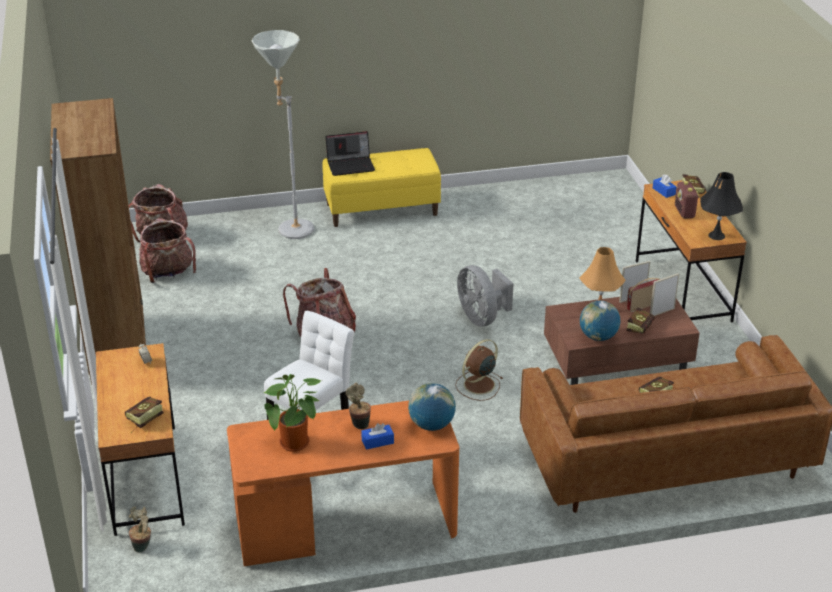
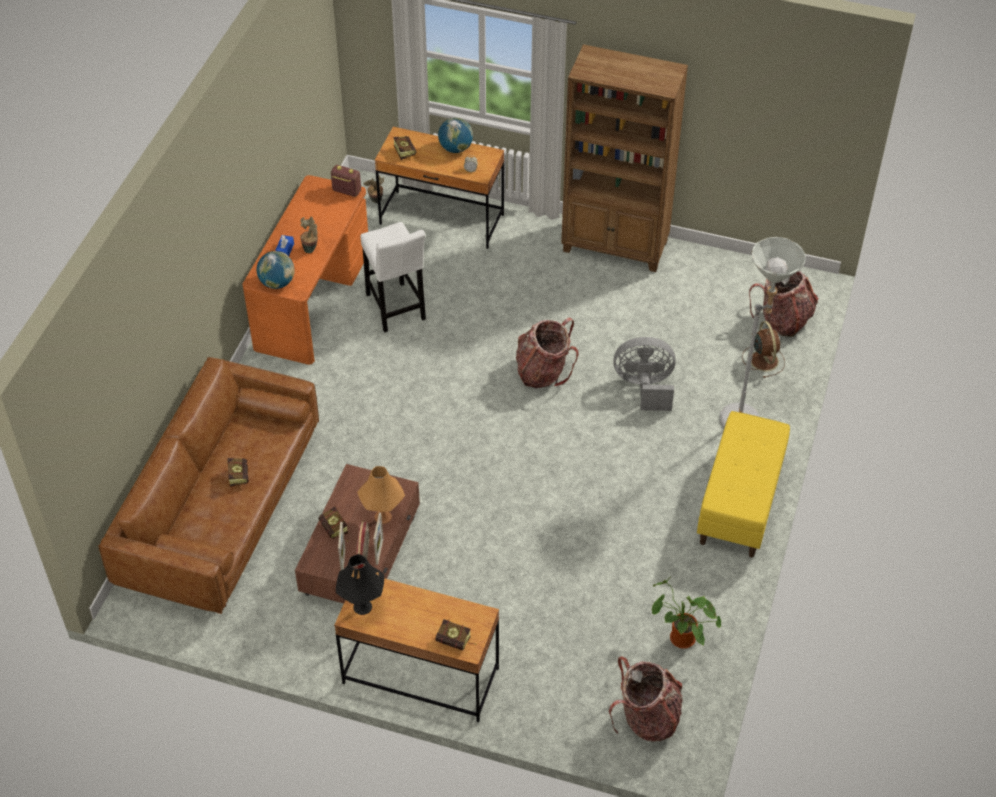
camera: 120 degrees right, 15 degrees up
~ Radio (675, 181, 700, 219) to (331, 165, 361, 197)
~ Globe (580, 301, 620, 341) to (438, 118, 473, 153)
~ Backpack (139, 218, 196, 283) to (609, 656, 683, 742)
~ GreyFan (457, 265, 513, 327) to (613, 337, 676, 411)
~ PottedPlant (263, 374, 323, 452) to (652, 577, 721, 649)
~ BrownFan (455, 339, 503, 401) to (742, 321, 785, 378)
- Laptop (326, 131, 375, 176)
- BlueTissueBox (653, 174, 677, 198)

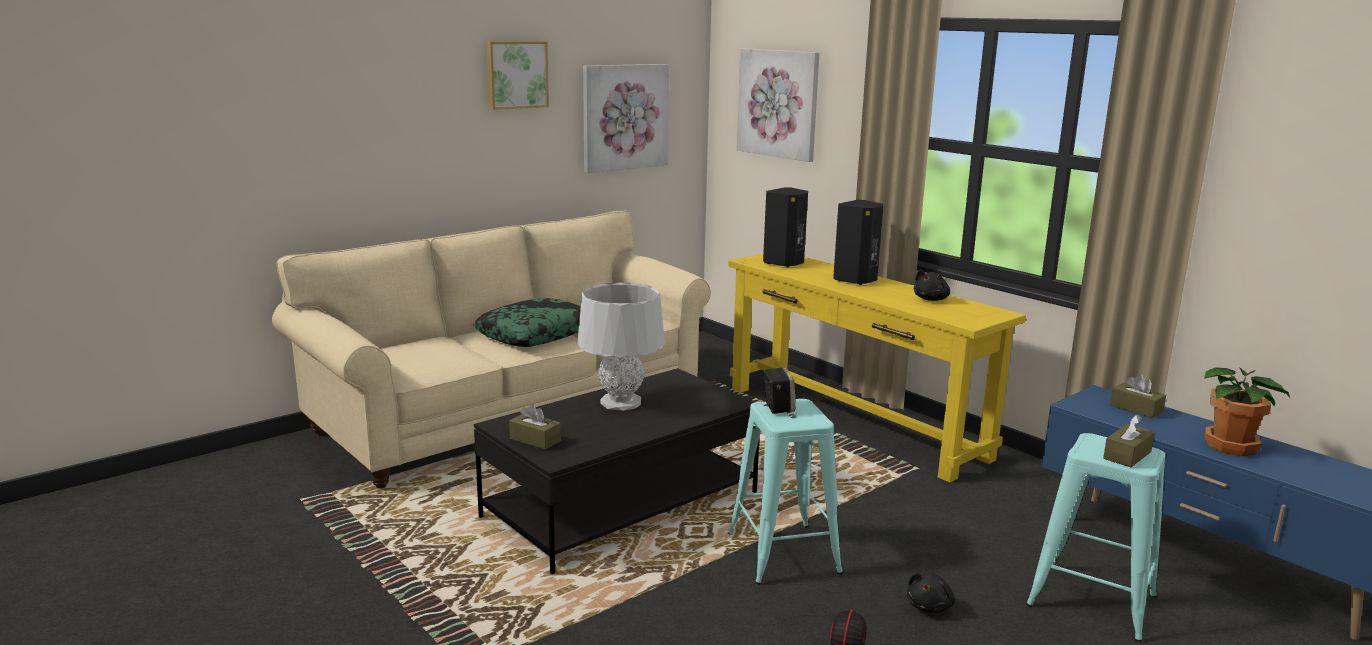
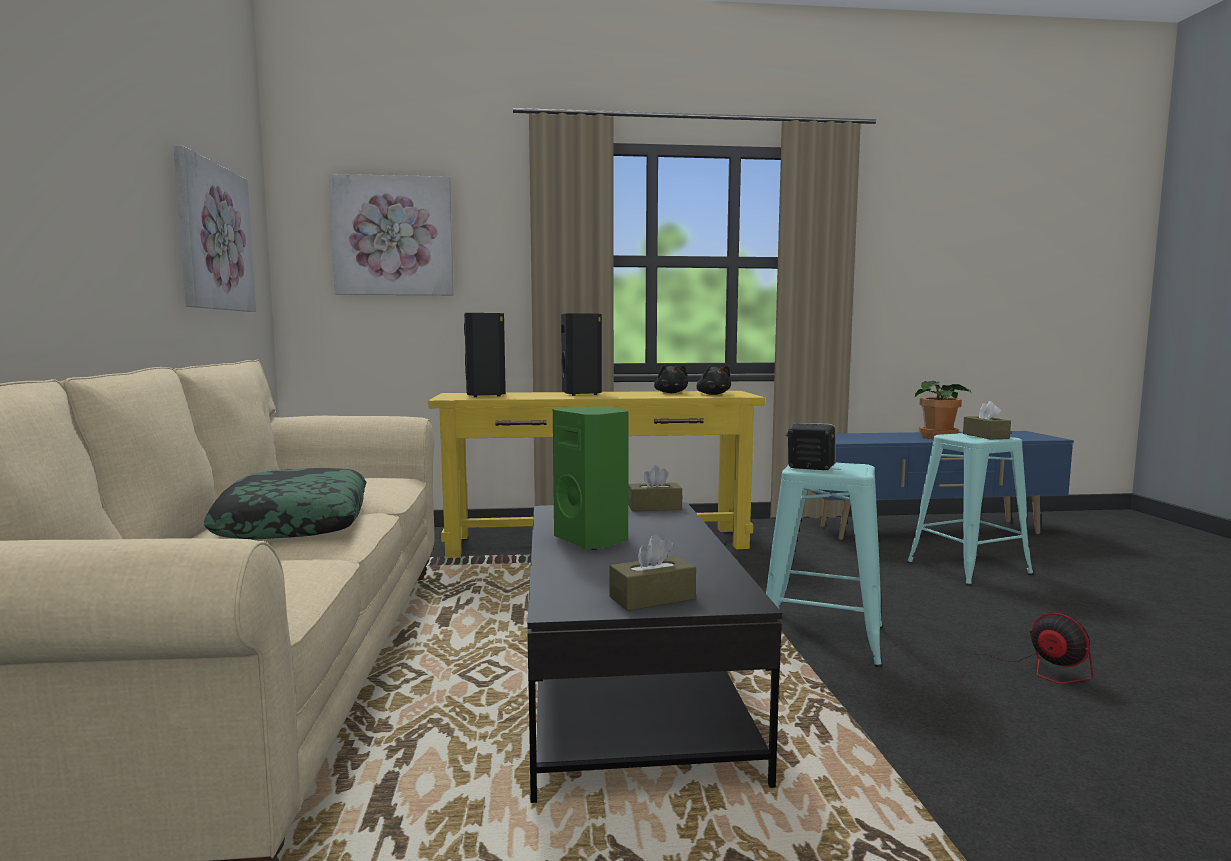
camera: 55 degrees left, 10 degrees down
~ GreyTableLamp (578, 282, 665, 411) to GreenSpeaker (553, 406, 629, 550)
~ BrownTissueBox (1110, 374, 1166, 418) to (628, 465, 682, 511)
~ BlackPlushToy (907, 573, 955, 613) to (697, 365, 731, 395)
- Picture (486, 41, 549, 110)

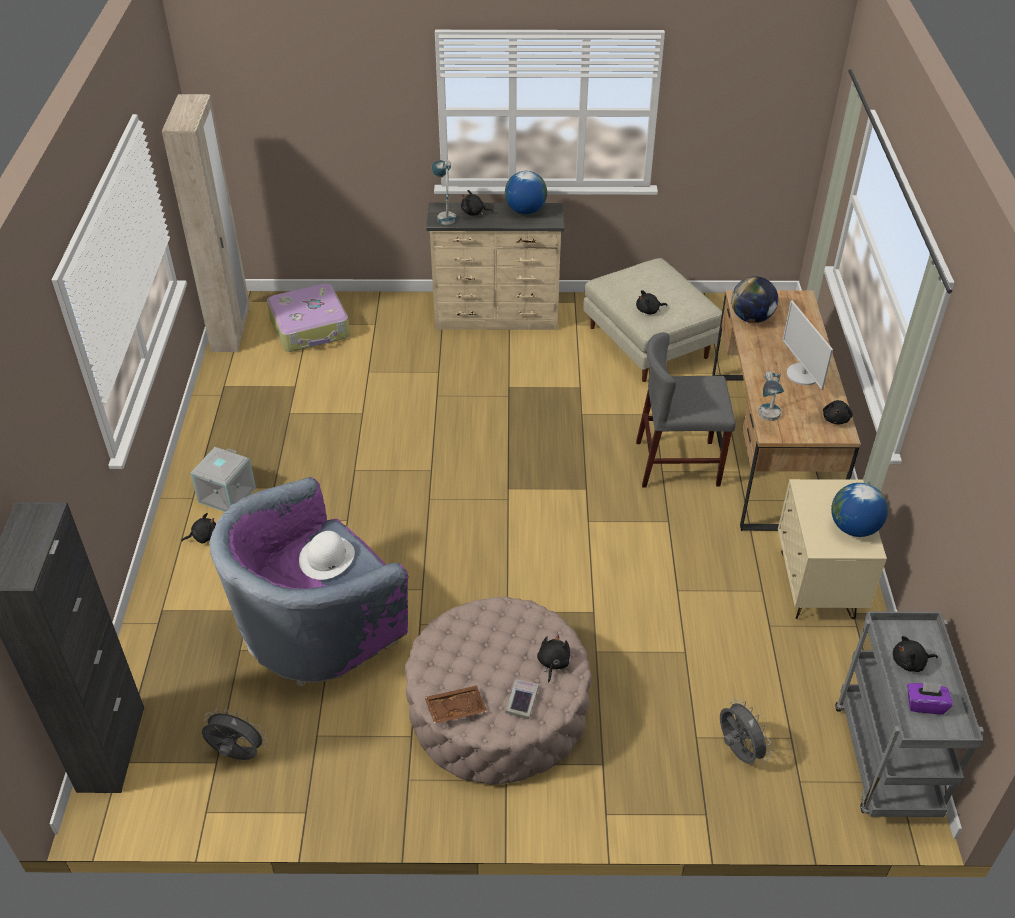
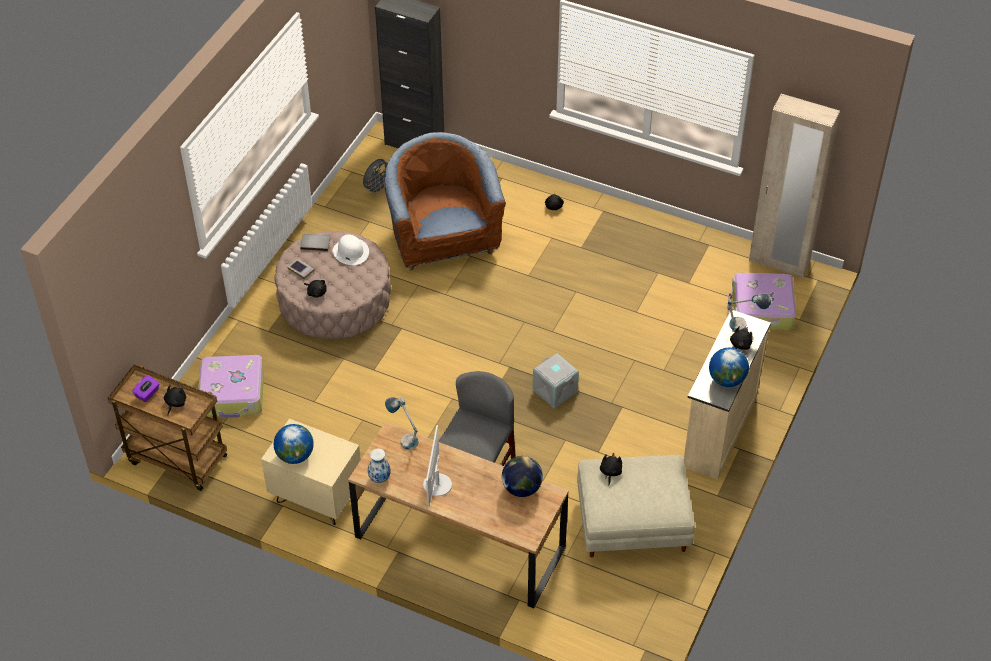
camera: 115 degrees right, 5 degrees up
~ GreyCart (835, 612, 984, 817) to BrownCart (108, 365, 227, 491)
~ GreyFan (720, 699, 771, 764) to Suitcase (198, 355, 264, 418)
~ BrownTray (425, 685, 487, 724) to GreyBook (300, 234, 331, 251)
~ WhiteHat (299, 531, 355, 580) to (332, 234, 369, 265)
~ BlackPlushToy (823, 400, 853, 424) to Vase (368, 448, 391, 483)
~ PurpleArmchair (209, 477, 409, 687) to BrownArmchair (384, 132, 506, 271)
~ Monitor (783, 301, 833, 390) = (423, 425, 452, 506) 90 degrees counterclockwise
~ GreyStorageBox (191, 447, 256, 512) to (533, 353, 579, 408)

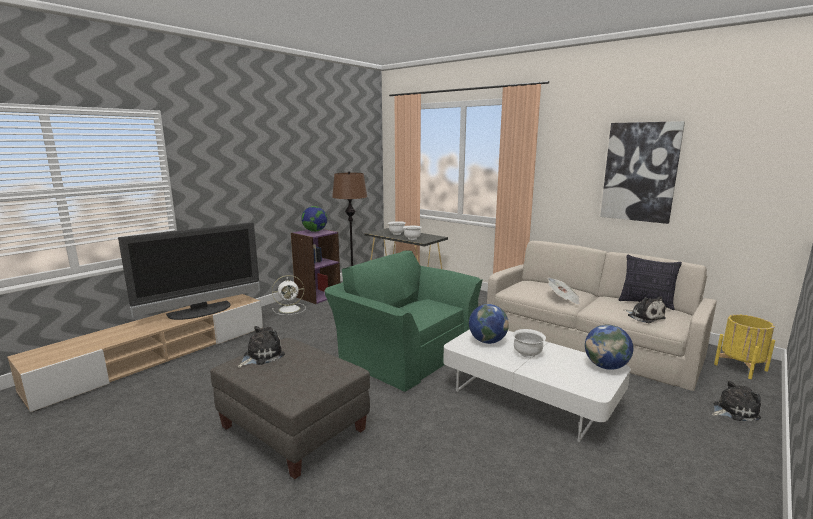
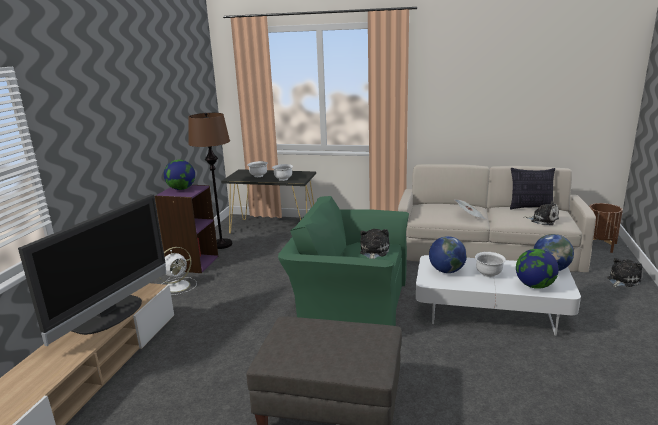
camera: 25 degrees left, 5 degrees up
~ PlushToy (237, 326, 285, 368) to (360, 229, 389, 259)
+ Globe (516, 249, 559, 289)
~ YellowPlanter (714, 314, 775, 379) to BrownPlanter (589, 203, 623, 253)
- Picture (600, 121, 685, 224)

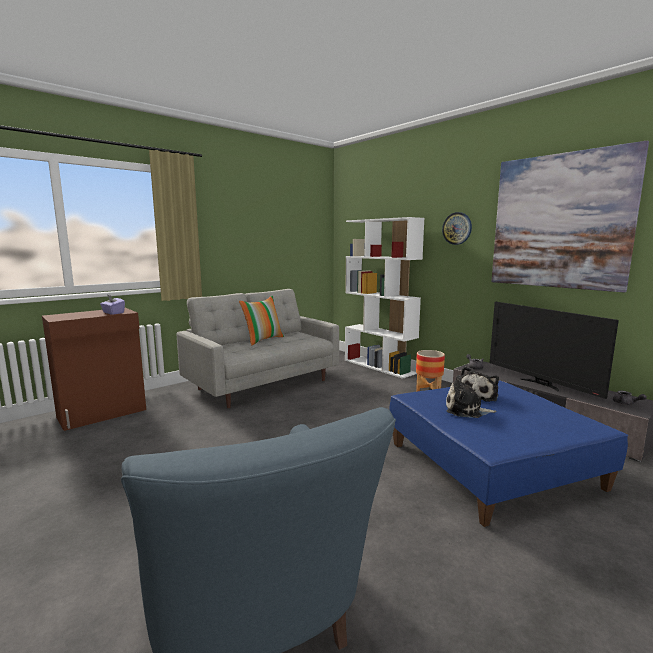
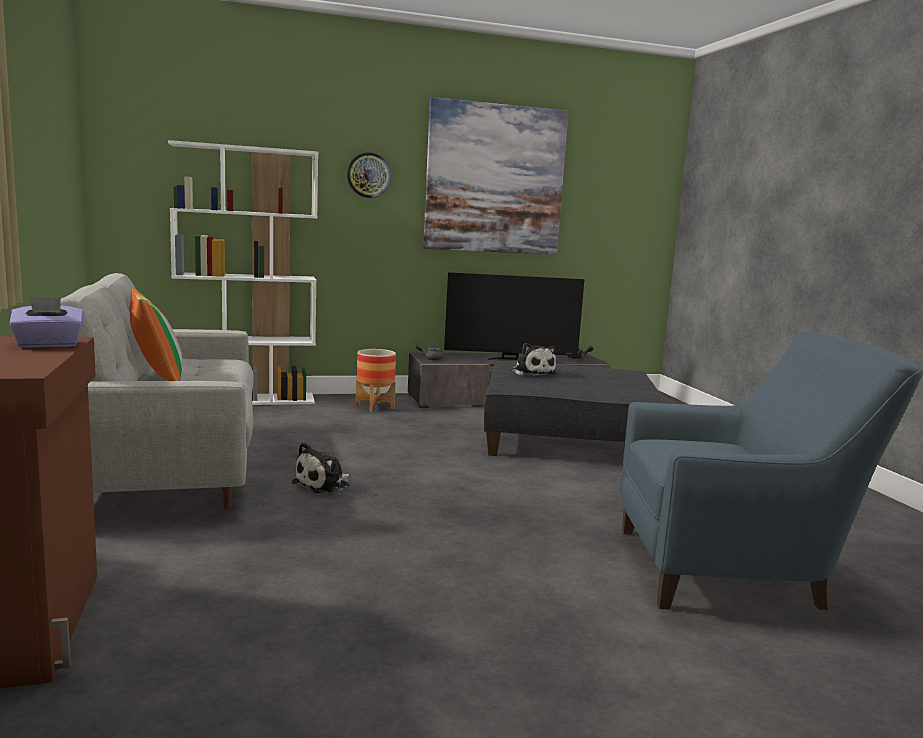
camera: 65 degrees left, 0 degrees up
~ PlushToy (446, 375, 497, 418) to (292, 442, 350, 493)
~ BlueOttoman (389, 380, 628, 527) to GreyOttoman (484, 361, 668, 456)

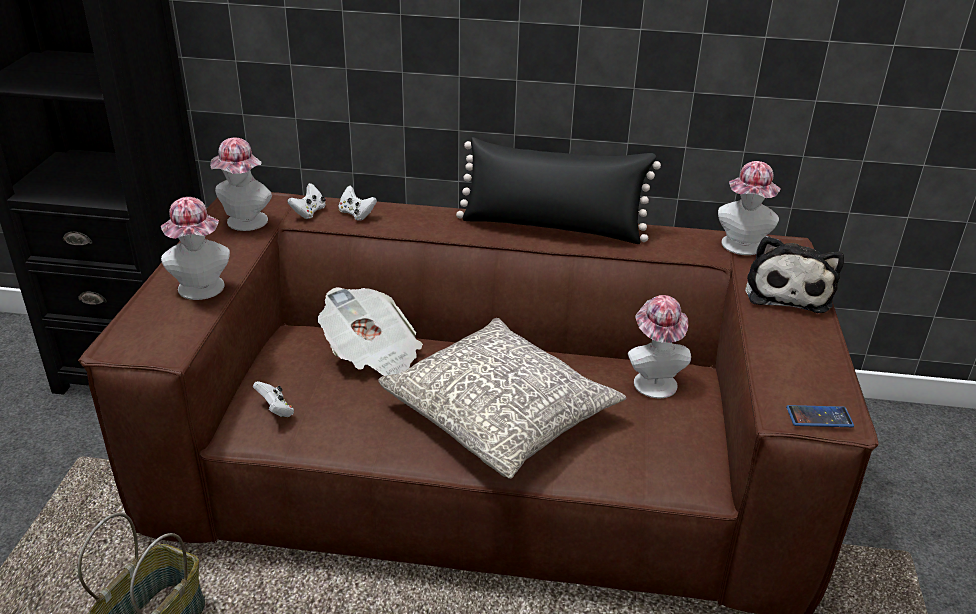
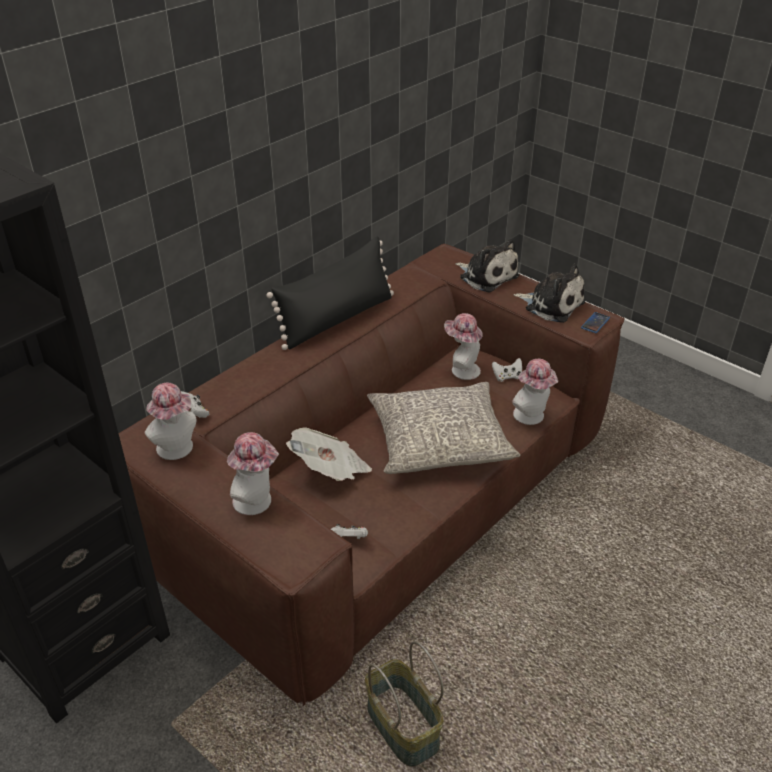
camera: 55 degrees left, 5 degrees up
~ WhiteGameController (338, 186, 377, 221) to (492, 358, 522, 382)
~ Hat (718, 161, 781, 255) to (512, 359, 558, 425)
+ PlushToy (514, 264, 585, 323)

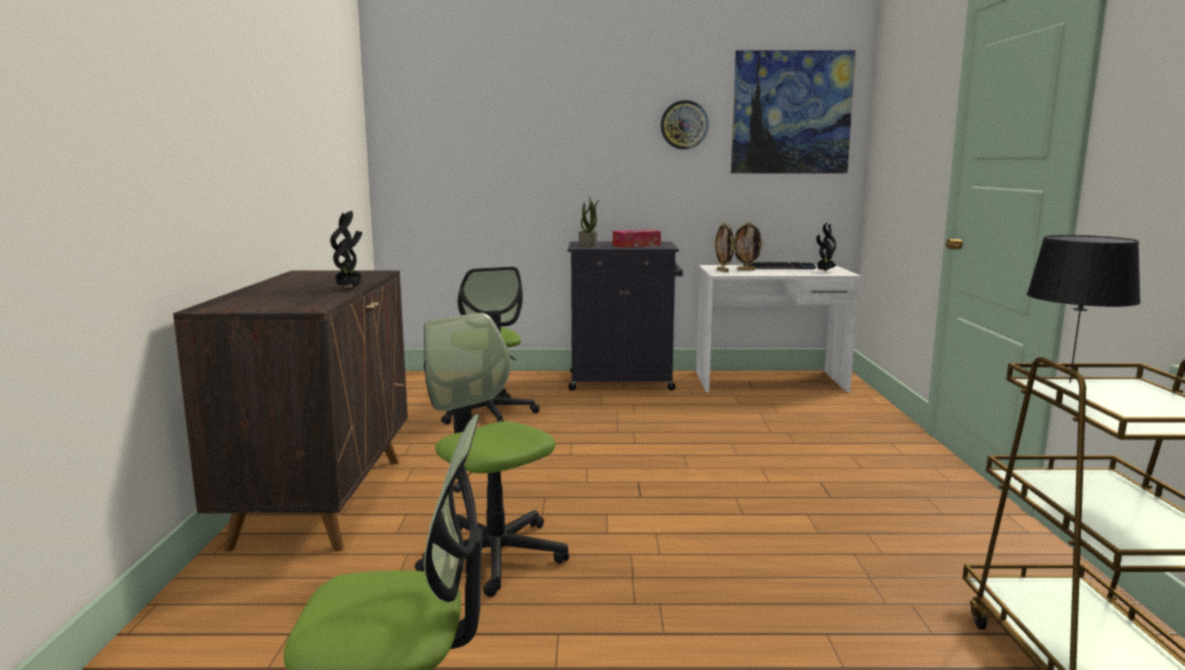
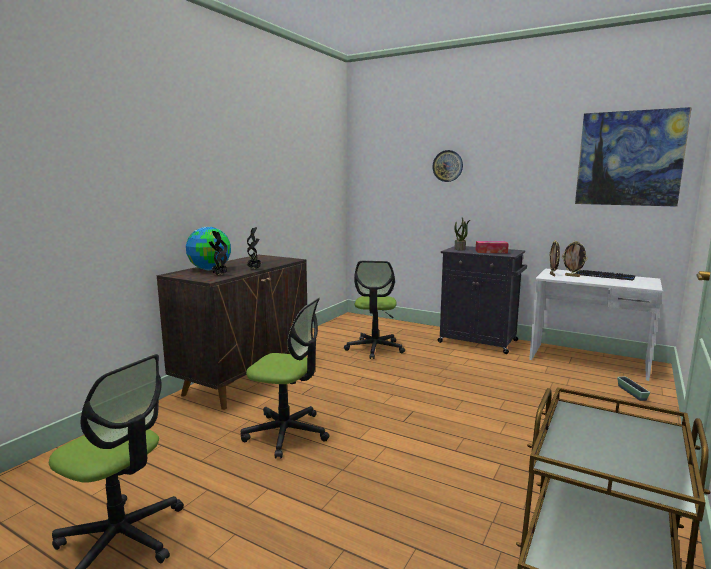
camera: 30 degrees right, 0 degrees up
+ Globe (186, 227, 231, 270)
~ PottedPlant (816, 223, 836, 271) to (209, 231, 227, 275)
~ OfficeChair (415, 313, 569, 597) = (241, 298, 330, 459) 120 degrees clockwise
~ WallClock (660, 100, 709, 150) to (432, 150, 463, 182)
+ Planter (617, 377, 650, 401)
- BlackTableLamp (1027, 235, 1141, 383)

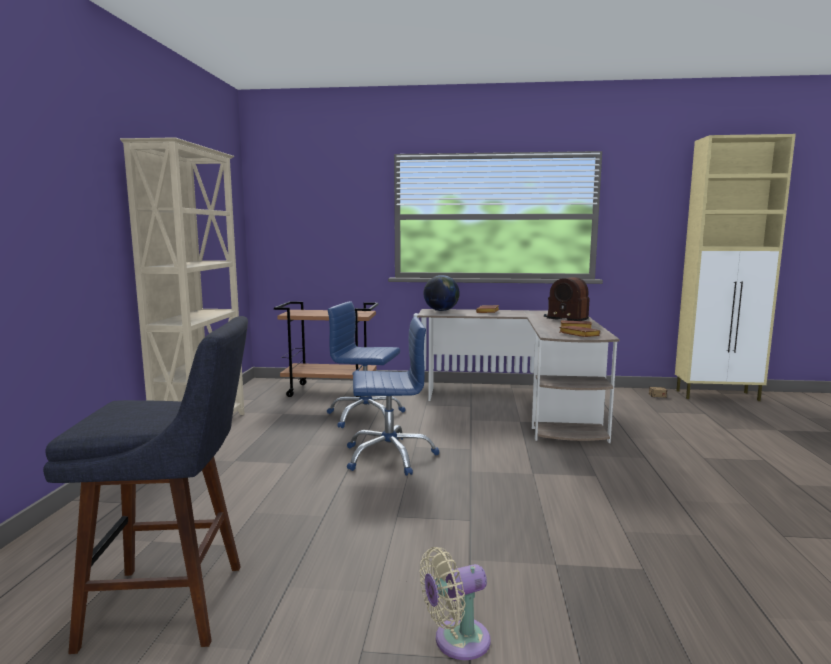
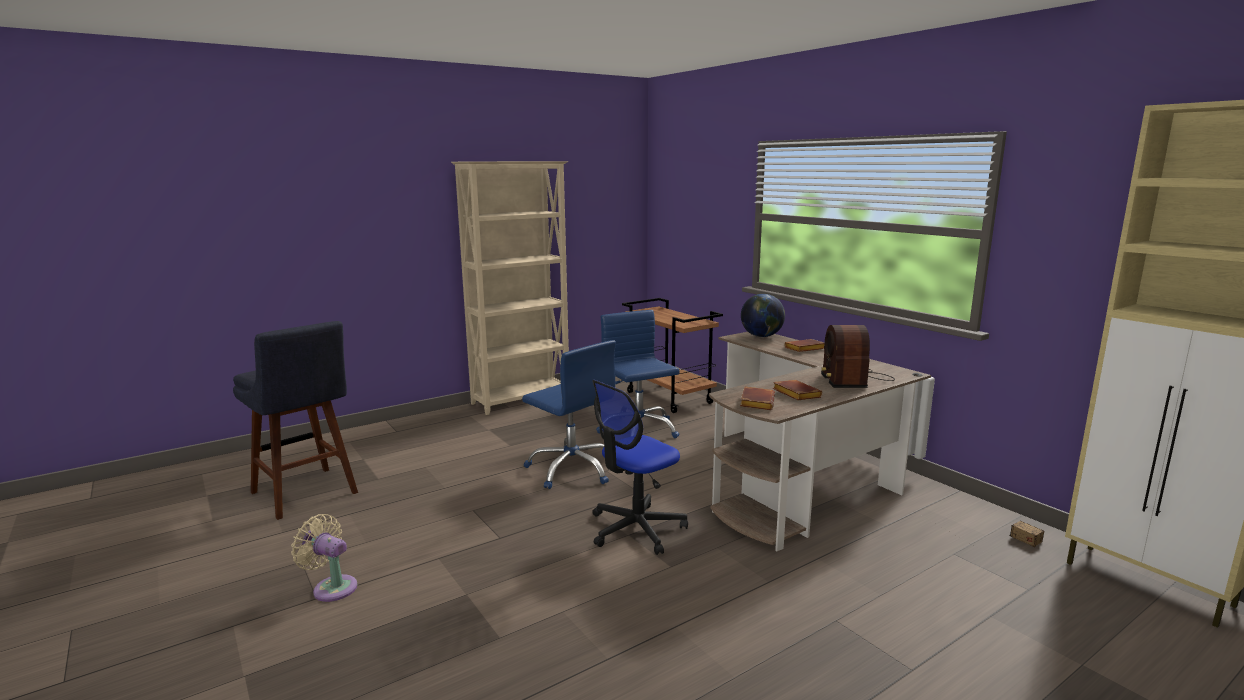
camera: 50 degrees right, 5 degrees up
+ OfficeChair (592, 380, 688, 555)

